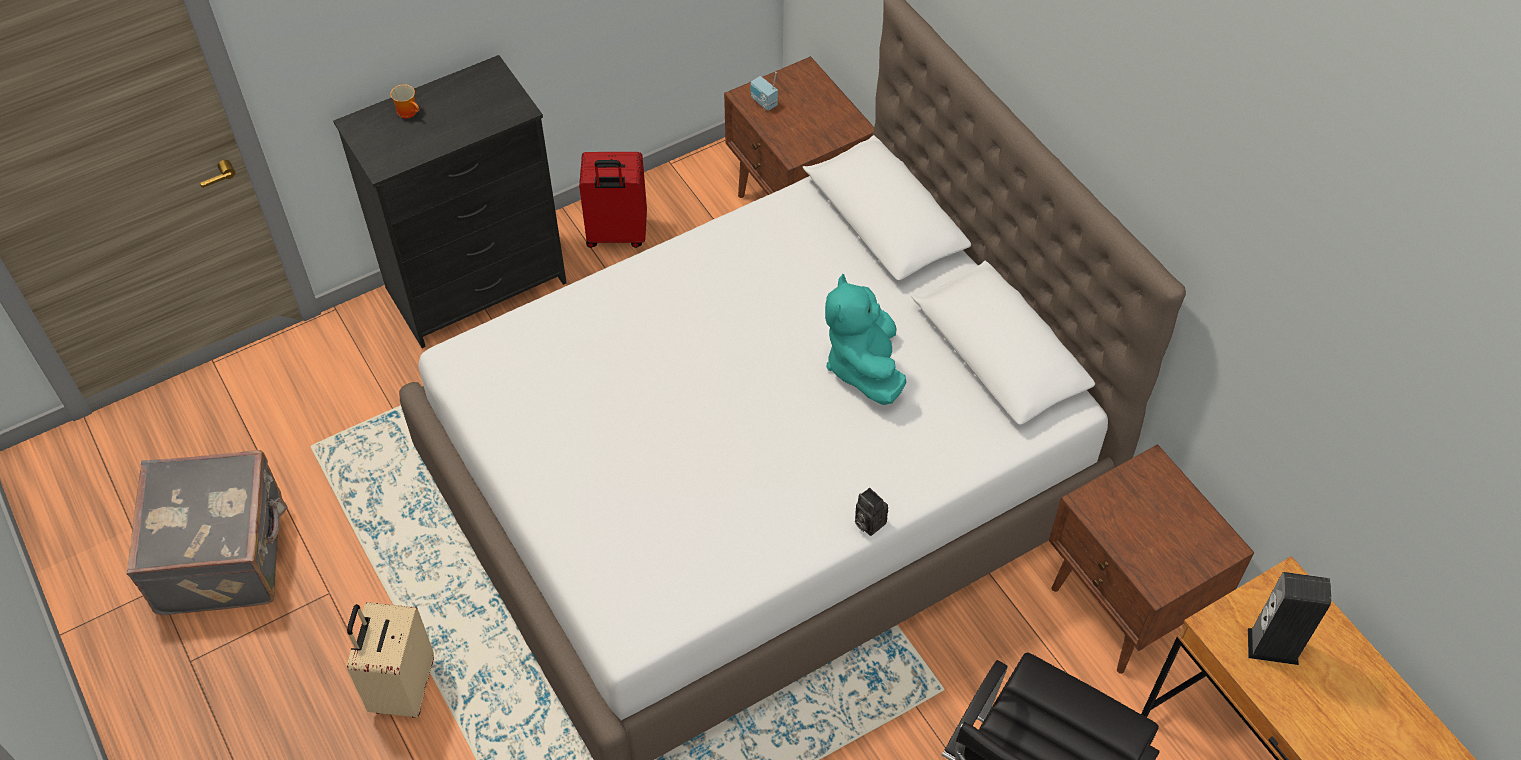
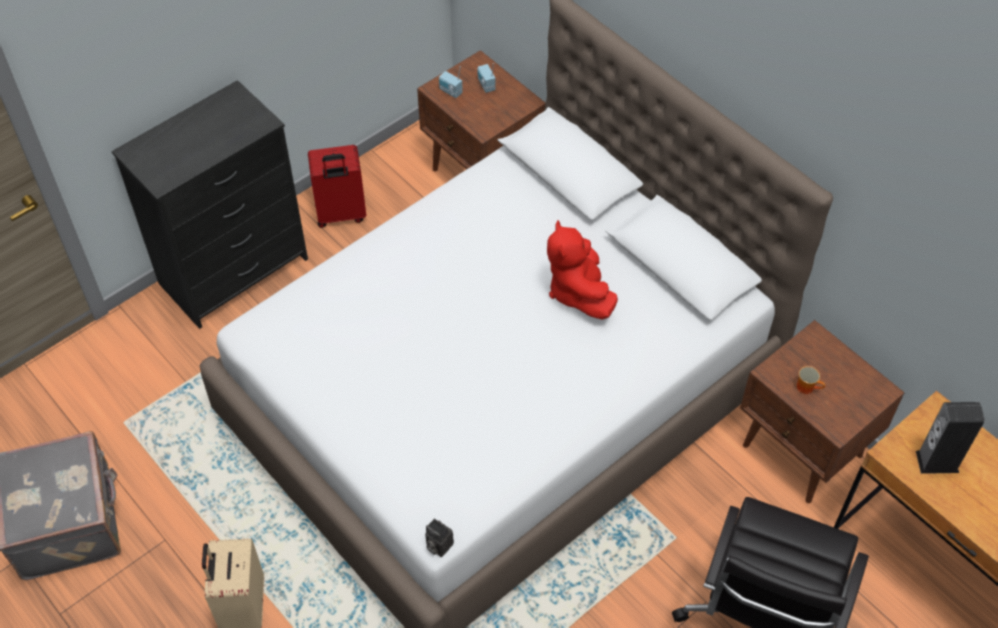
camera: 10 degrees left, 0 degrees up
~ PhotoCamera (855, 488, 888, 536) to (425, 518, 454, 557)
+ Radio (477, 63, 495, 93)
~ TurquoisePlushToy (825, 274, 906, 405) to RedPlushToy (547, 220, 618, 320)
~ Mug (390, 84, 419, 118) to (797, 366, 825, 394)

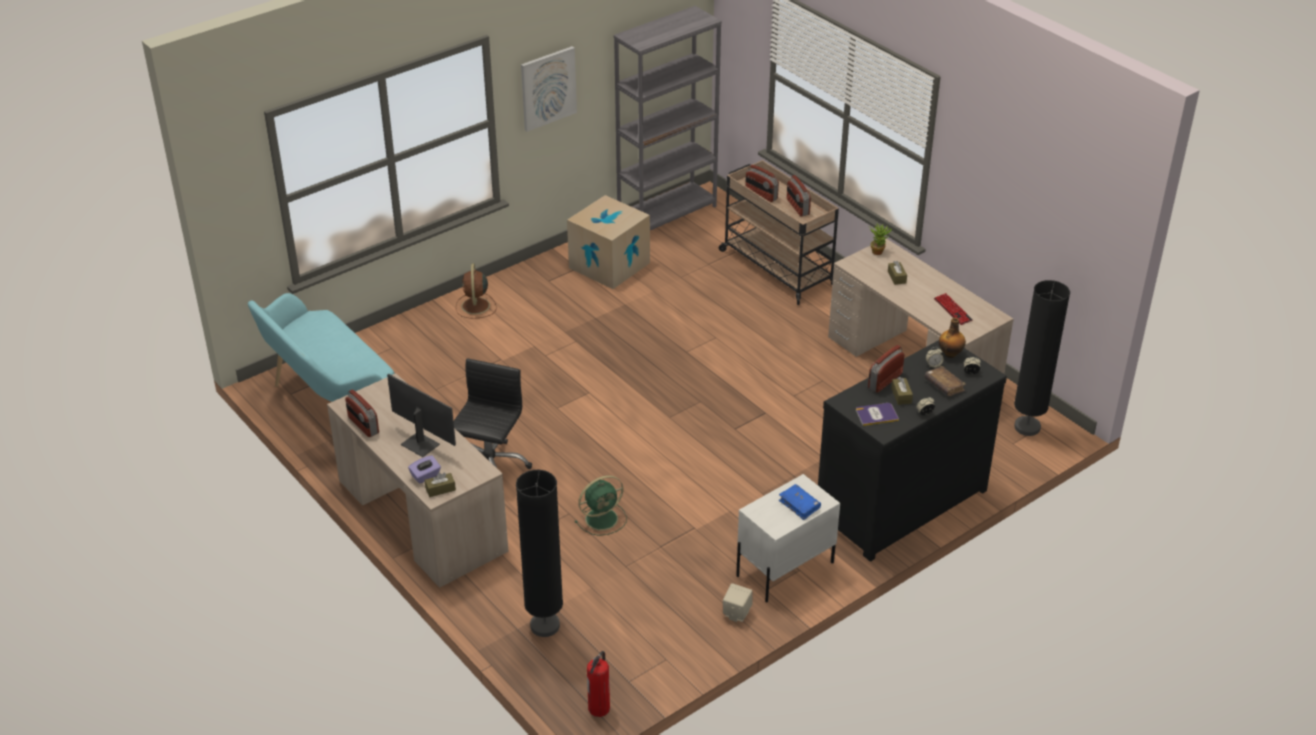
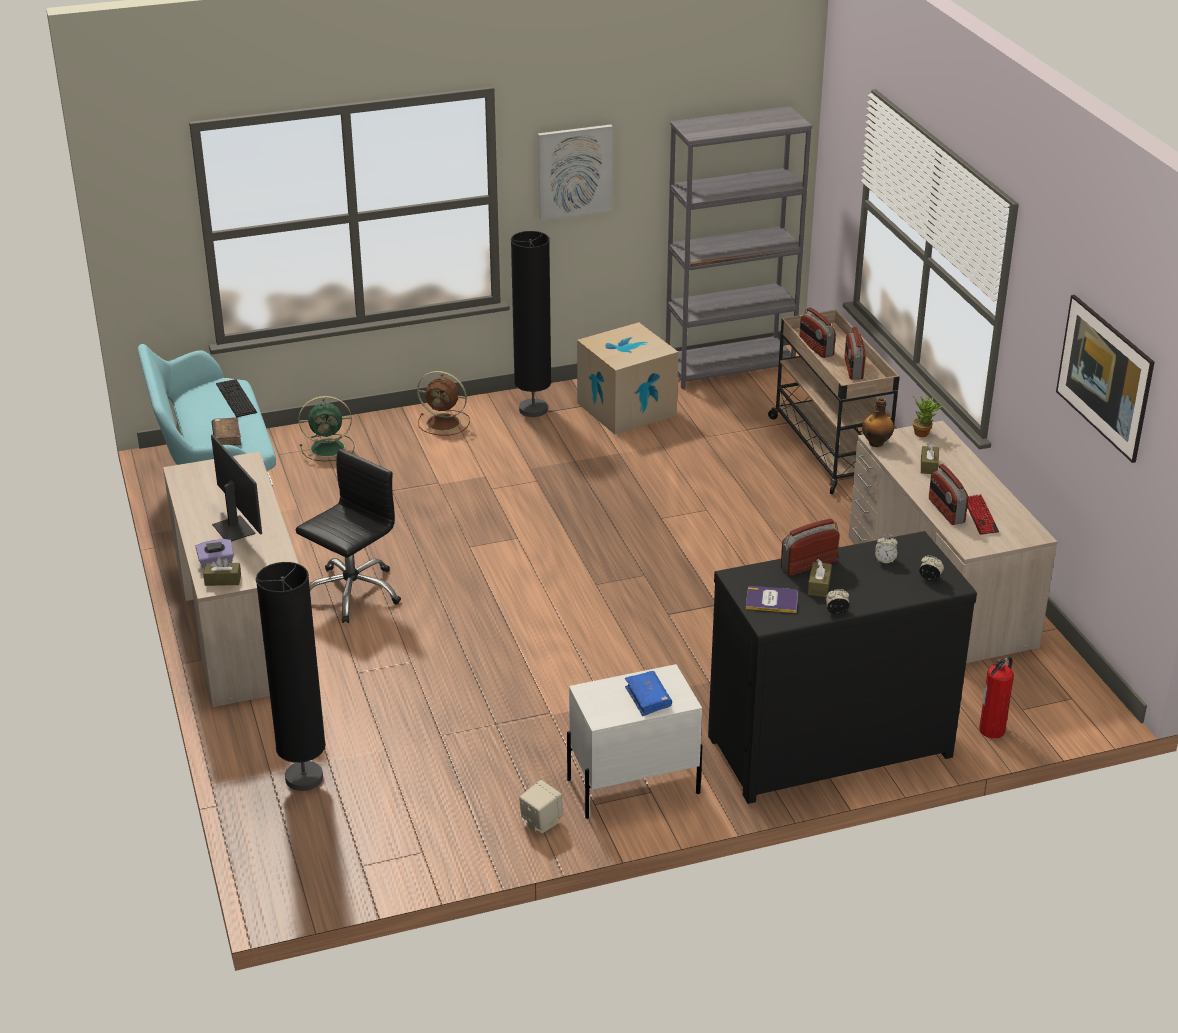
camera: 20 degrees right, 5 degrees down
~ BrownBook (924, 366, 966, 396) to (212, 418, 242, 445)
+ Keyboard (216, 379, 257, 417)
~ GreenFan (575, 475, 627, 536) to (299, 396, 355, 461)
~ BrownFan (456, 263, 496, 319) = (417, 371, 470, 436) 90 degrees counterclockwise
~ BlackFloorLamp (1014, 280, 1070, 436) to (511, 231, 551, 417)
~ Bottle (939, 318, 966, 358) to (862, 398, 894, 447)
~ Radio (345, 389, 379, 437) to (929, 464, 968, 525)
~ FireExtinguisher (587, 651, 610, 717) to (979, 656, 1014, 738)
+ Picture (1056, 295, 1155, 463)

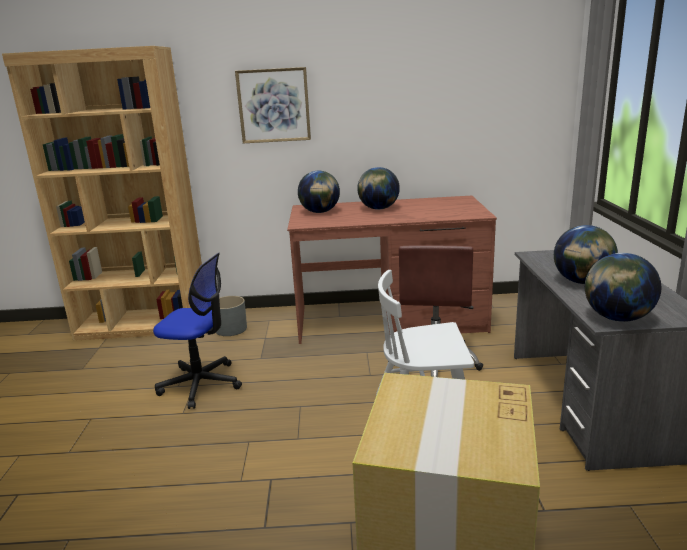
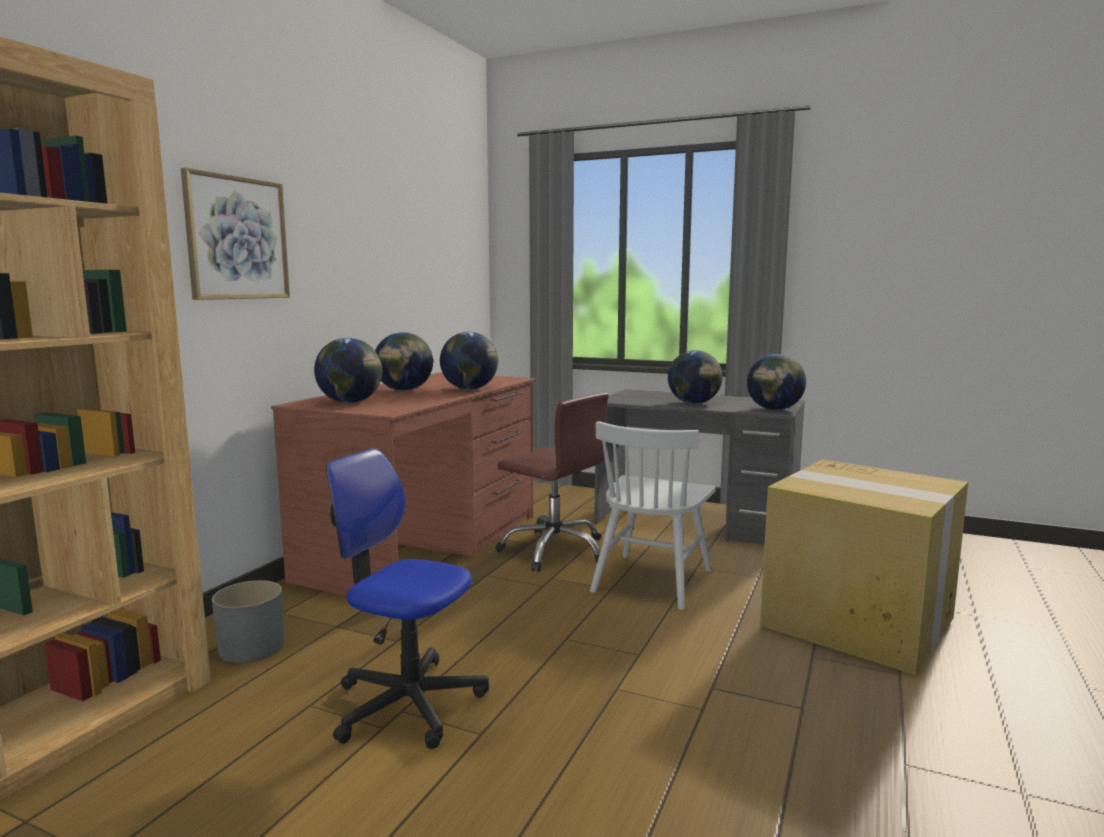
camera: 65 degrees left, 10 degrees down
~ OfficeChair (153, 253, 242, 409) = (326, 448, 489, 749) 105 degrees counterclockwise
+ Globe (440, 332, 498, 390)

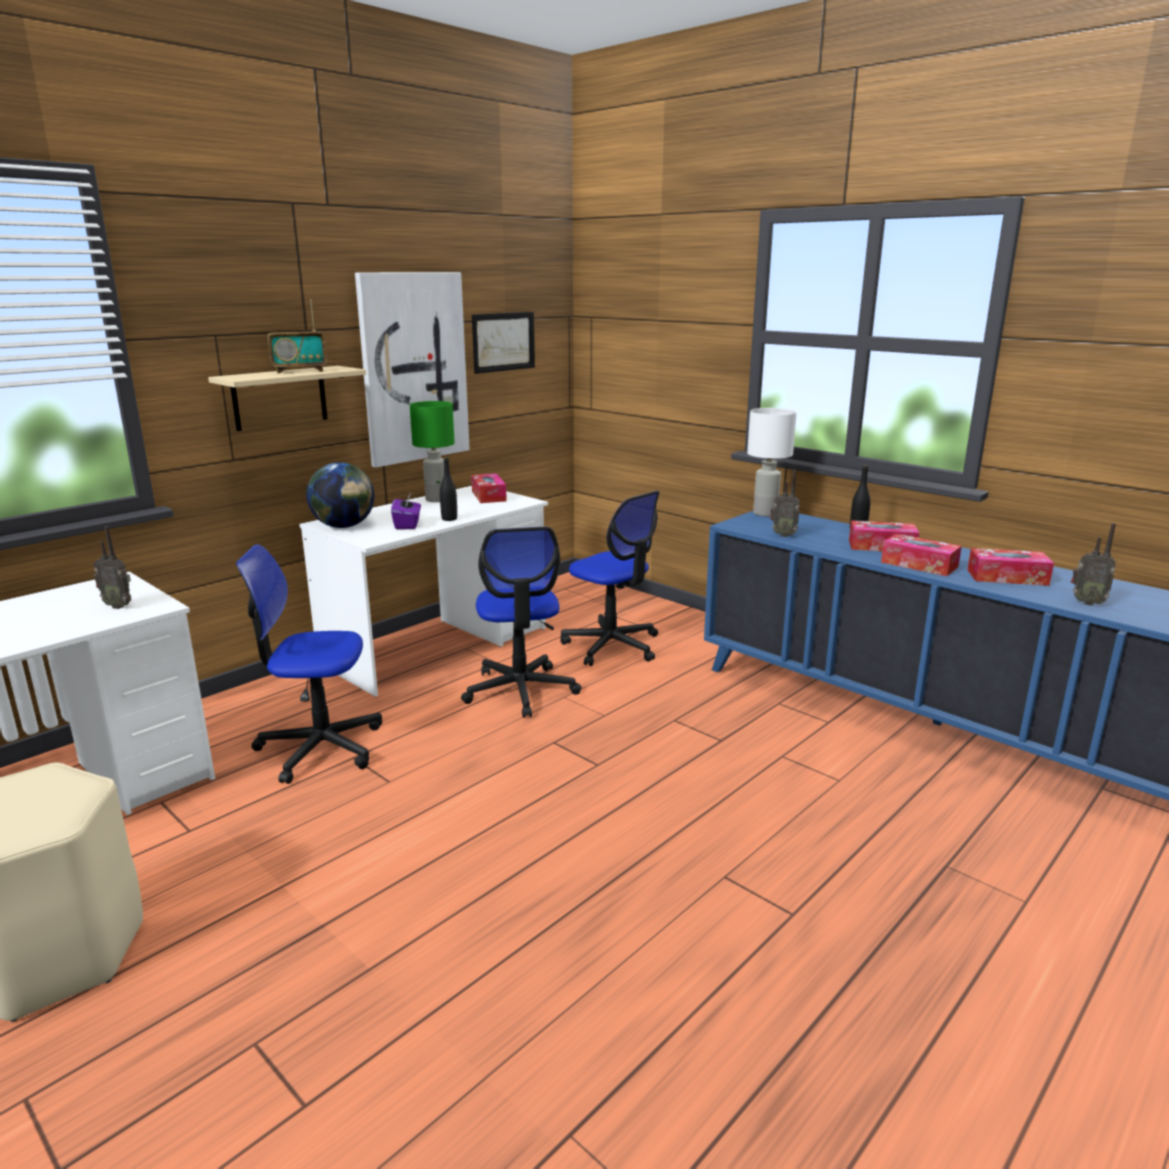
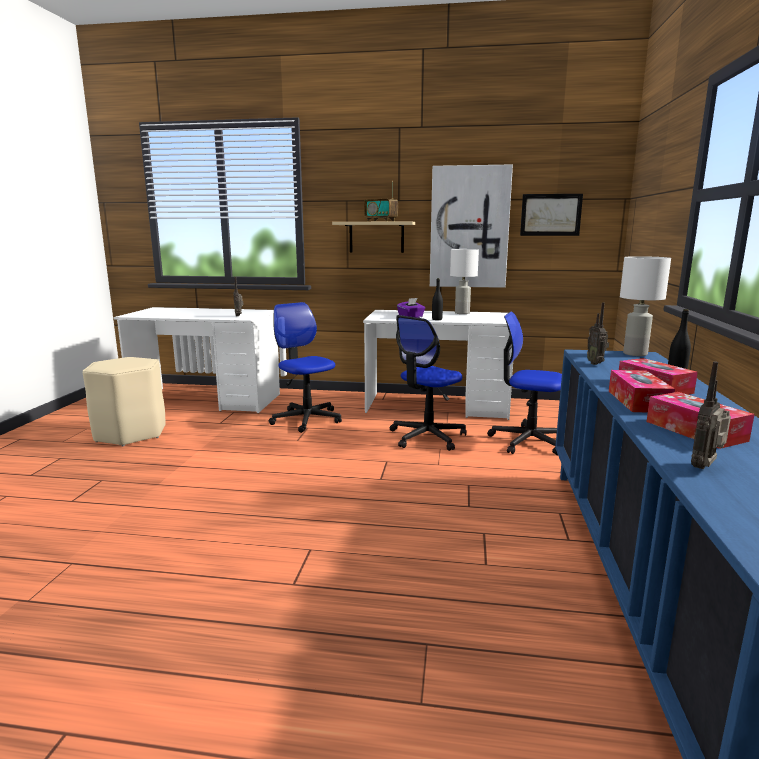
camera: 55 degrees right, 5 degrees down
~ GreenTableLamp (410, 401, 455, 502) to WhiteTableLamp (450, 249, 479, 314)
~ OfficeChair (560, 491, 660, 666) = (487, 312, 562, 455) 105 degrees clockwise
~ Radio (1071, 523, 1116, 606) = (691, 361, 731, 469) 45 degrees clockwise
- Globe (306, 462, 374, 528)
- TissueBox (471, 474, 507, 503)

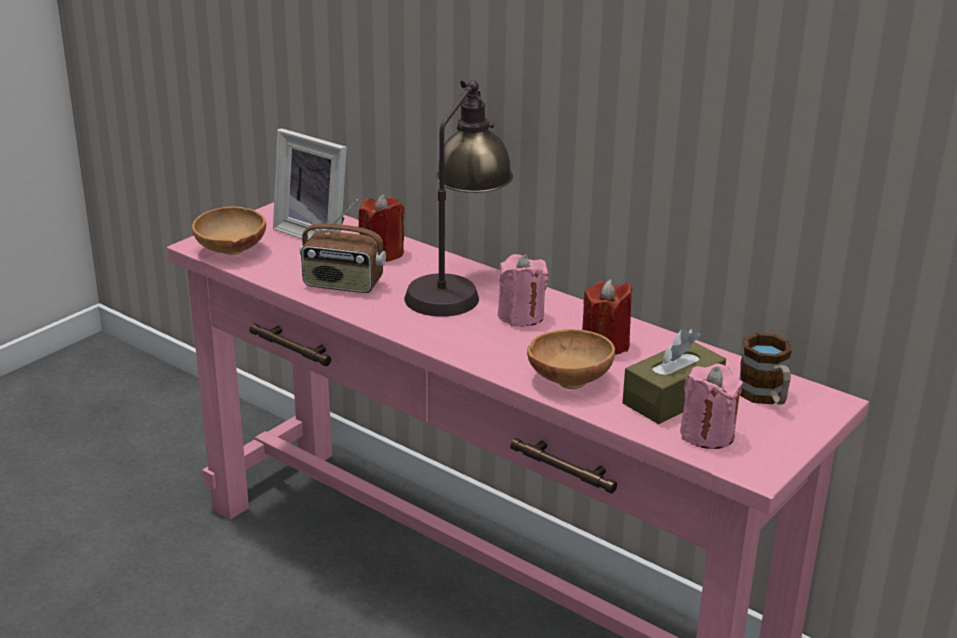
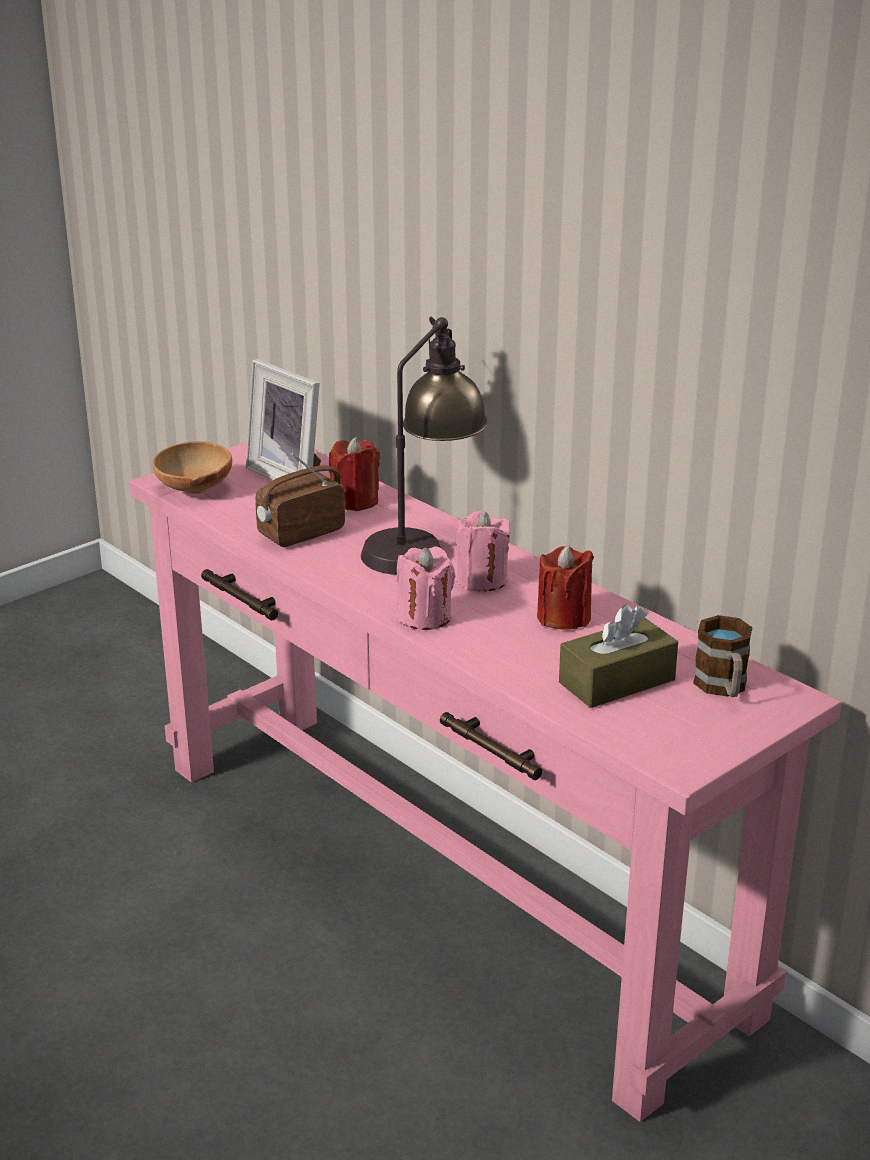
camera: 10 degrees right, 0 degrees up
~ Radio (300, 199, 386, 293) = (255, 453, 345, 547) 120 degrees clockwise
~ PinkCandle (680, 364, 743, 449) to (396, 546, 455, 630)
- BrownBowl (527, 329, 615, 389)

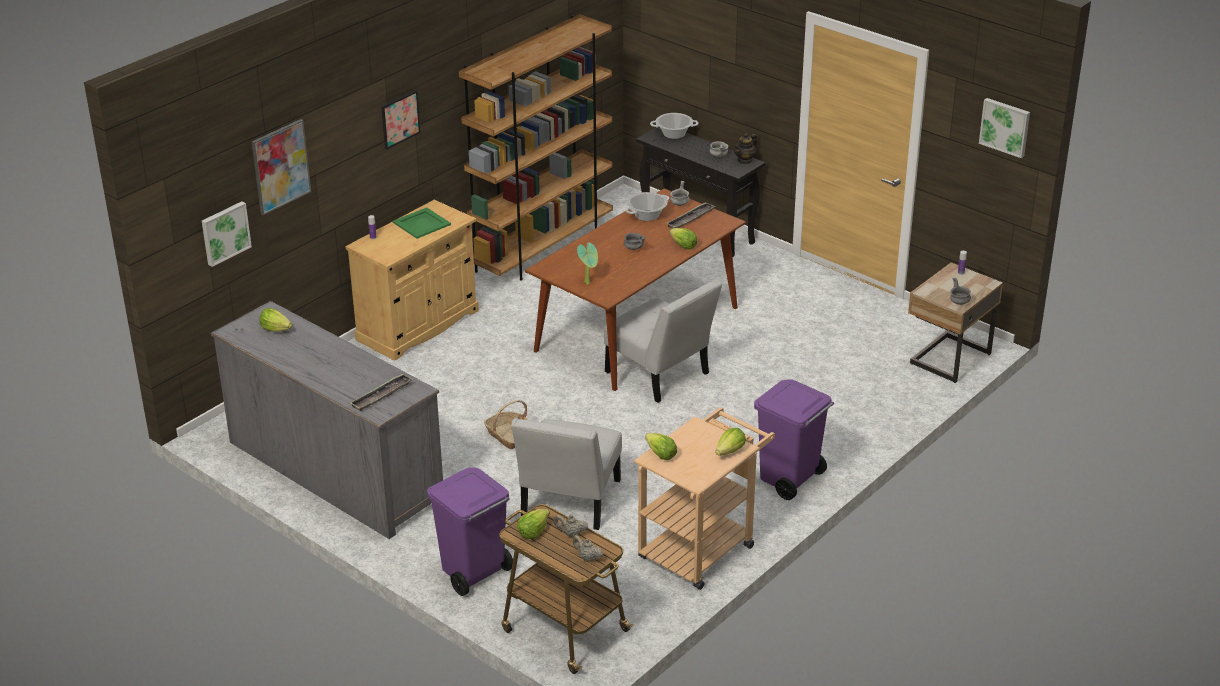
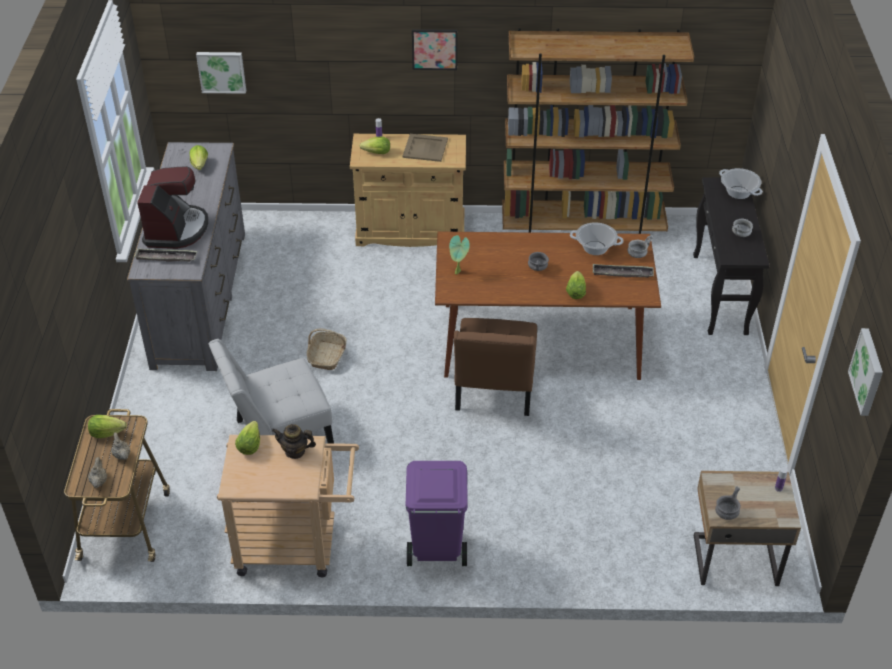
camera: 50 degrees right, 10 degrees up
+ CoffeeMachine (137, 166, 208, 249)
~ Teapot (733, 133, 758, 164) to (272, 424, 316, 459)
~ Lettuce (715, 428, 746, 456) to (360, 137, 390, 154)
~ GreenTray (393, 207, 451, 239) to BeigeTray (402, 134, 448, 162)
~ WhiteChair (604, 279, 722, 403) to BrownChair (454, 318, 537, 416)
- Picture (252, 119, 311, 215)
- PurpleTrashCan (427, 467, 513, 596)

